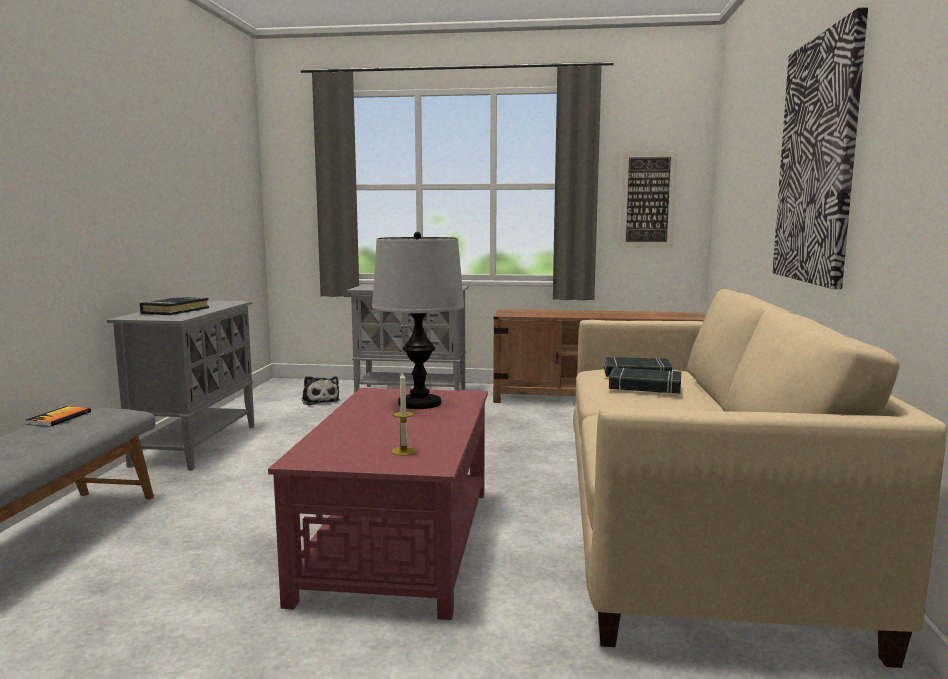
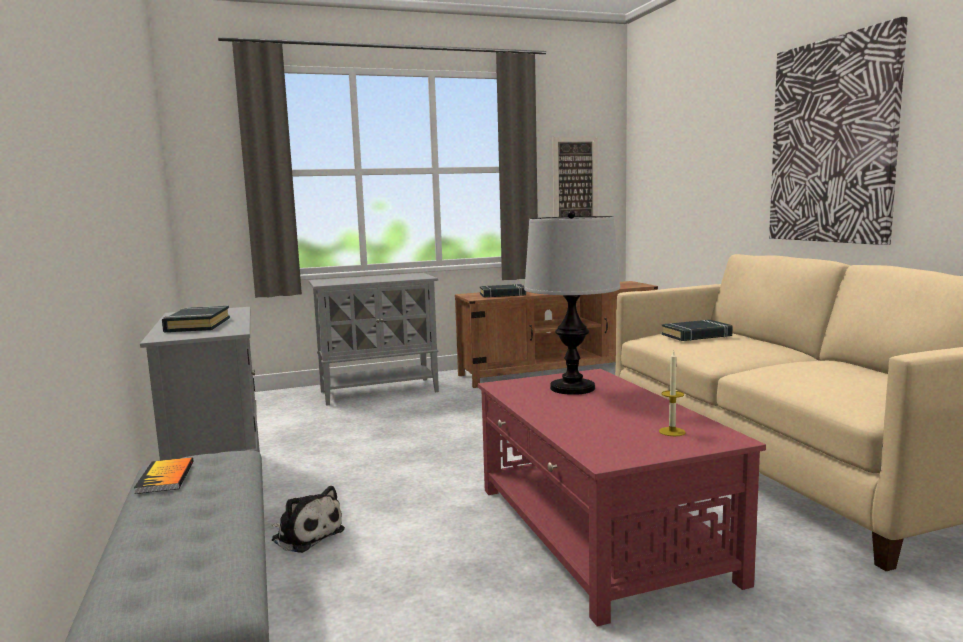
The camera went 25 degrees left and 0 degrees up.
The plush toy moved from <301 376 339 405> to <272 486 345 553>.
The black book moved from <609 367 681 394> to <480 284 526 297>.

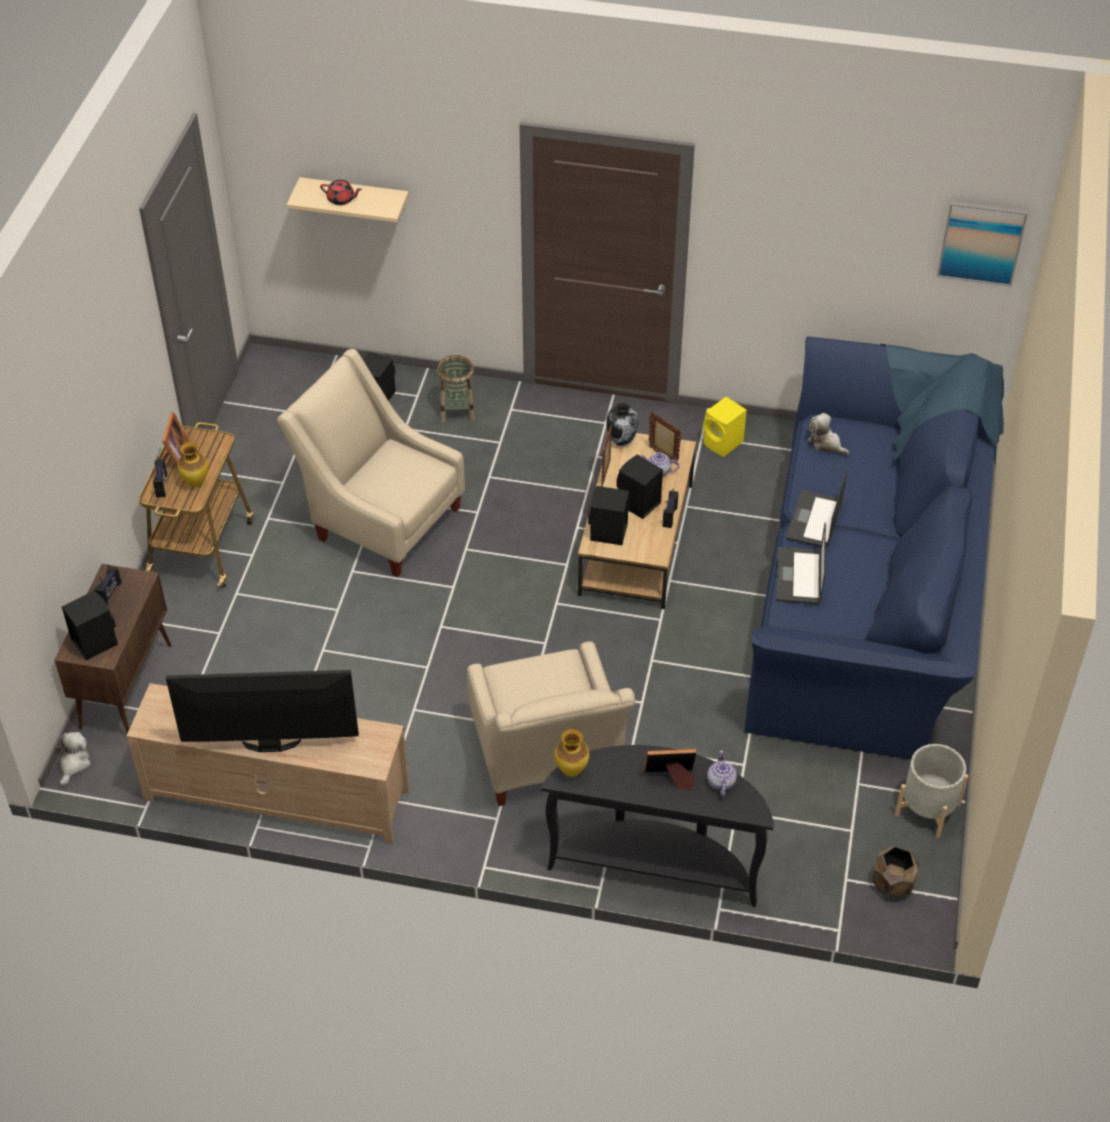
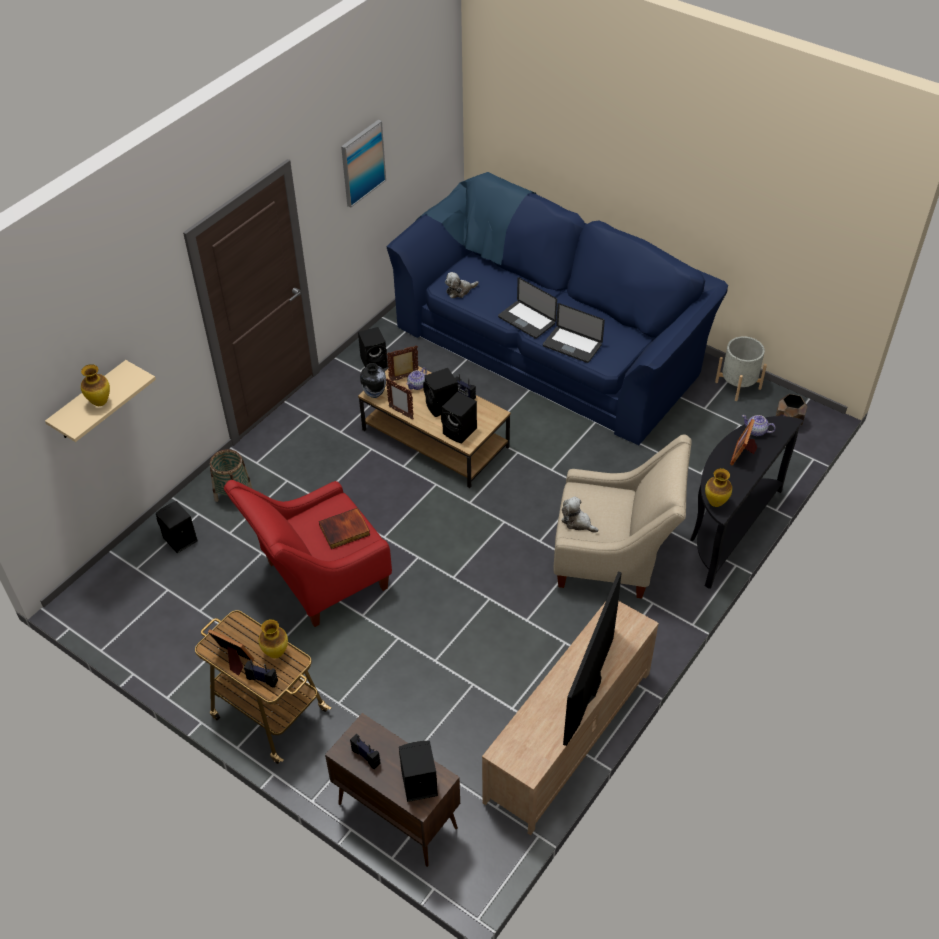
The camera went 65 degrees left and 0 degrees up.
The red teapot at <320 180 362 205> was replaced by the vase at <81 364 110 406>.
The beige armchair at <277 349 465 577> became the red armchair at <224 480 392 627>.
The book at <319 508 370 549> appeared.
The picture moved from <937 201 1028 287> to <341 120 386 208>.
The yellow speaker at <703 397 747 457> became the black speaker at <358 327 388 369>.
The plush toy moved from <56 732 91 786> to <561 496 598 533>.

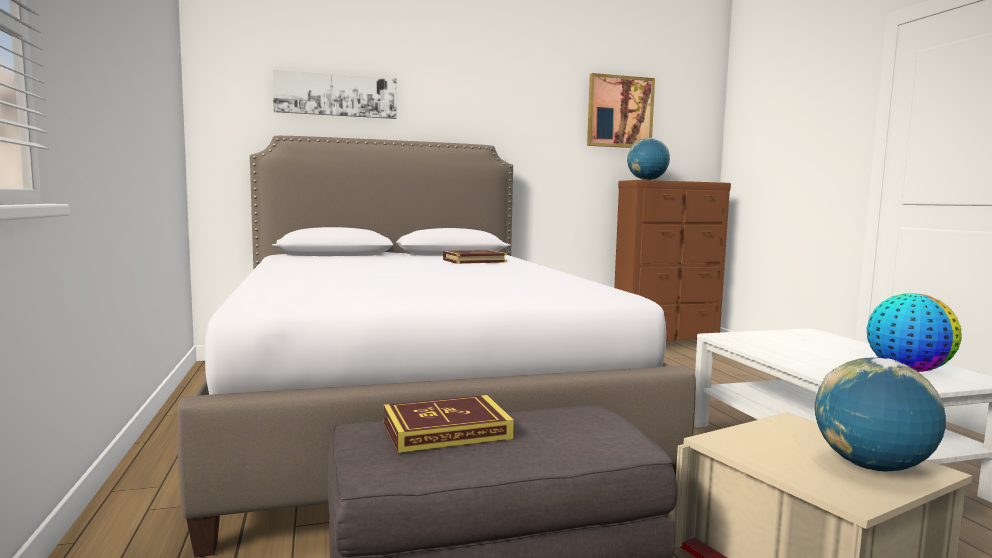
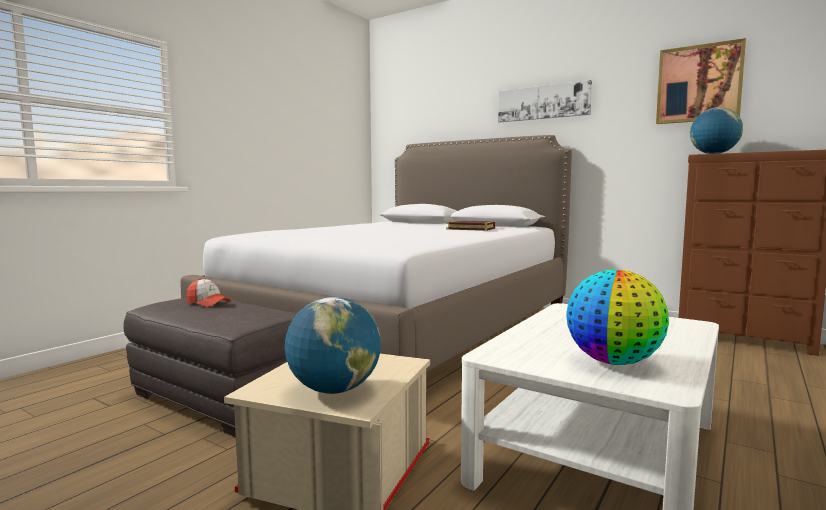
The camera went 50 degrees right and 0 degrees up.
The book at <384 395 514 453> was replaced by the cap at <186 278 231 307>.
The picture moved from <273 69 396 119> to <498 80 592 122>.

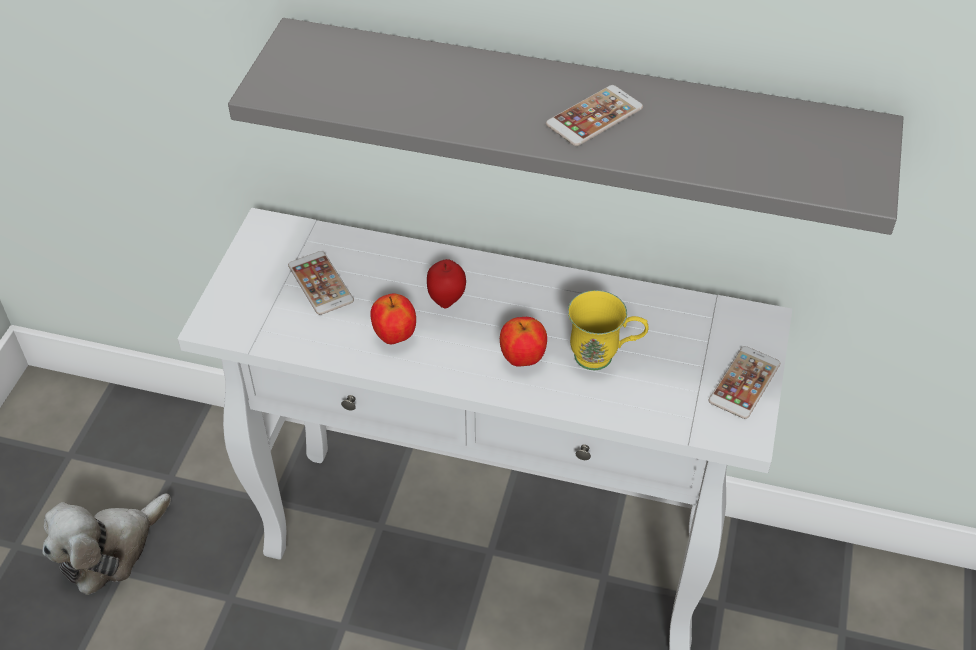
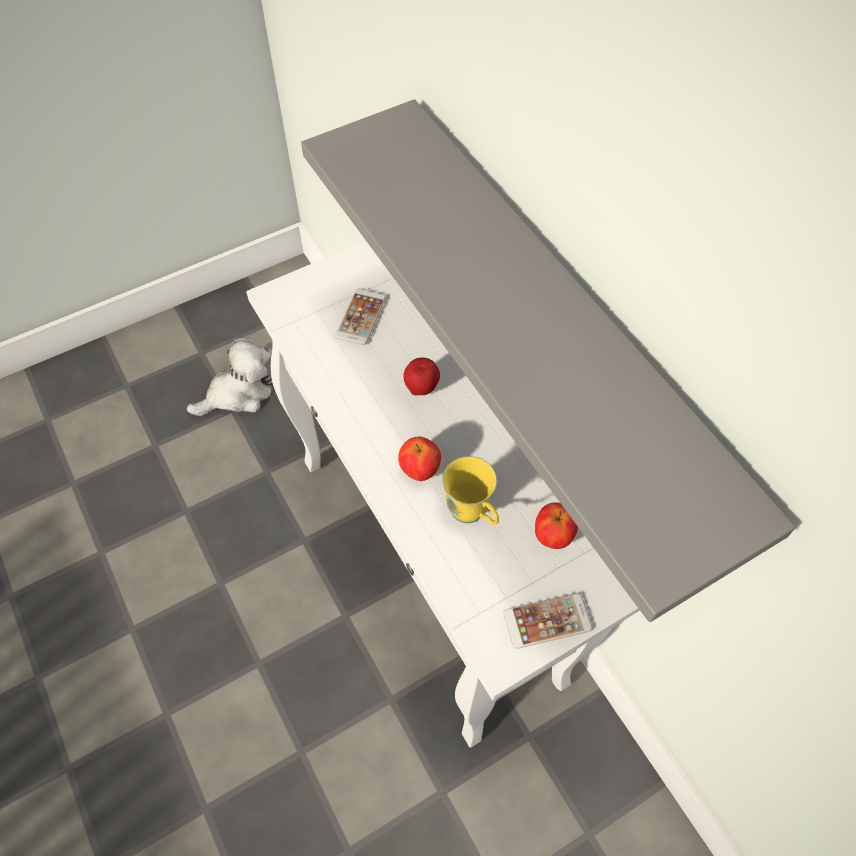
The camera went 45 degrees right and 10 degrees up.
The plush toy at <42 493 171 595> turned 150 degrees clockwise.
The apple moved from <370 293 416 344> to <535 502 578 549>.
The phone at <546 85 643 146> disappeared.

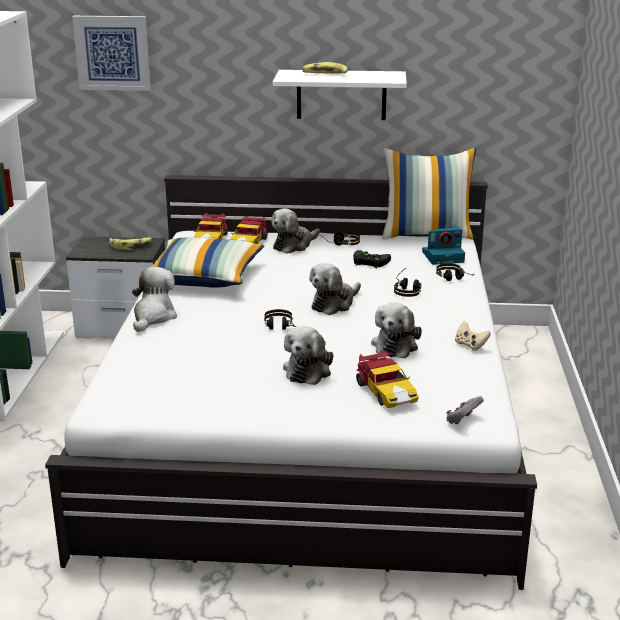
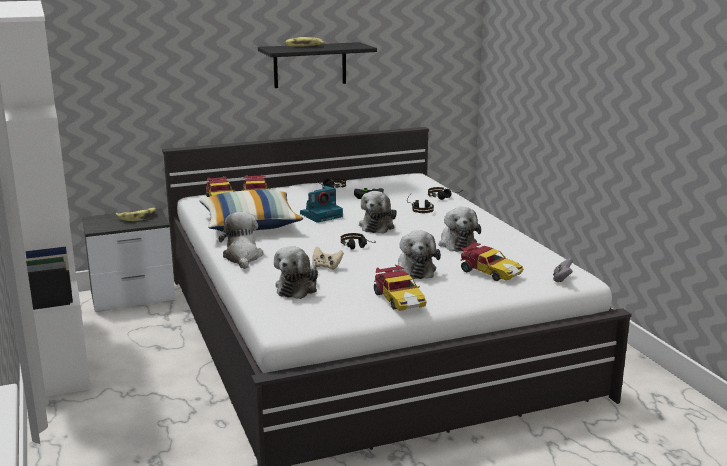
The camera went 25 degrees left and 5 degrees down.
The white shelf at <273 70 407 120> became the black shelf at <258 42 377 88>.
The plush toy moved from <271 209 320 254> to <274 246 318 299>.
The photo camera moved from <422 225 465 265> to <300 186 343 223>.
The beige game controller moved from <455 321 491 351> to <313 246 344 270>.
The toy car at <374 265 427 311> appeared.
The picture at <72 16 151 91> disappeared.
The pillow at <383 148 476 240> disappeared.

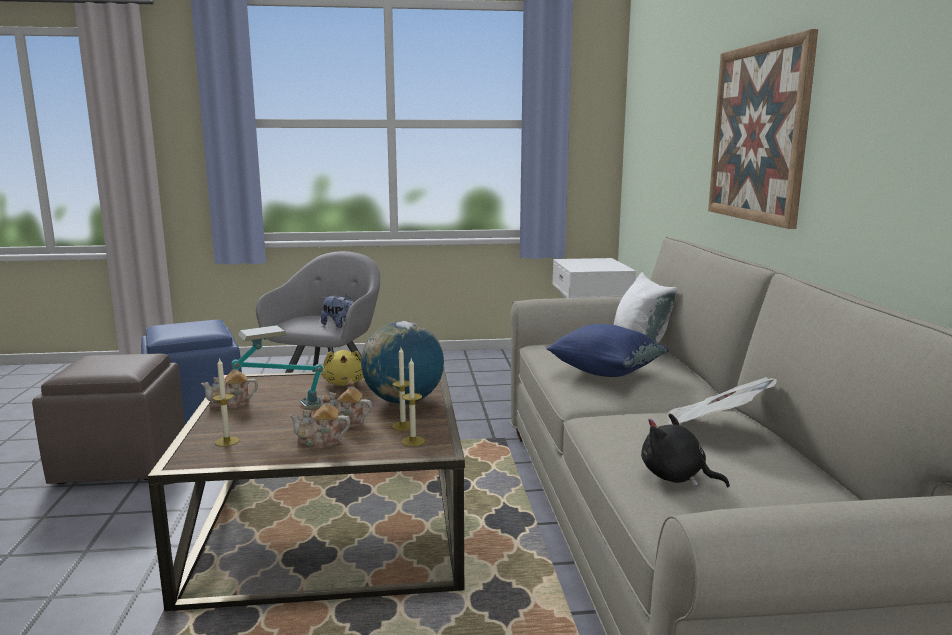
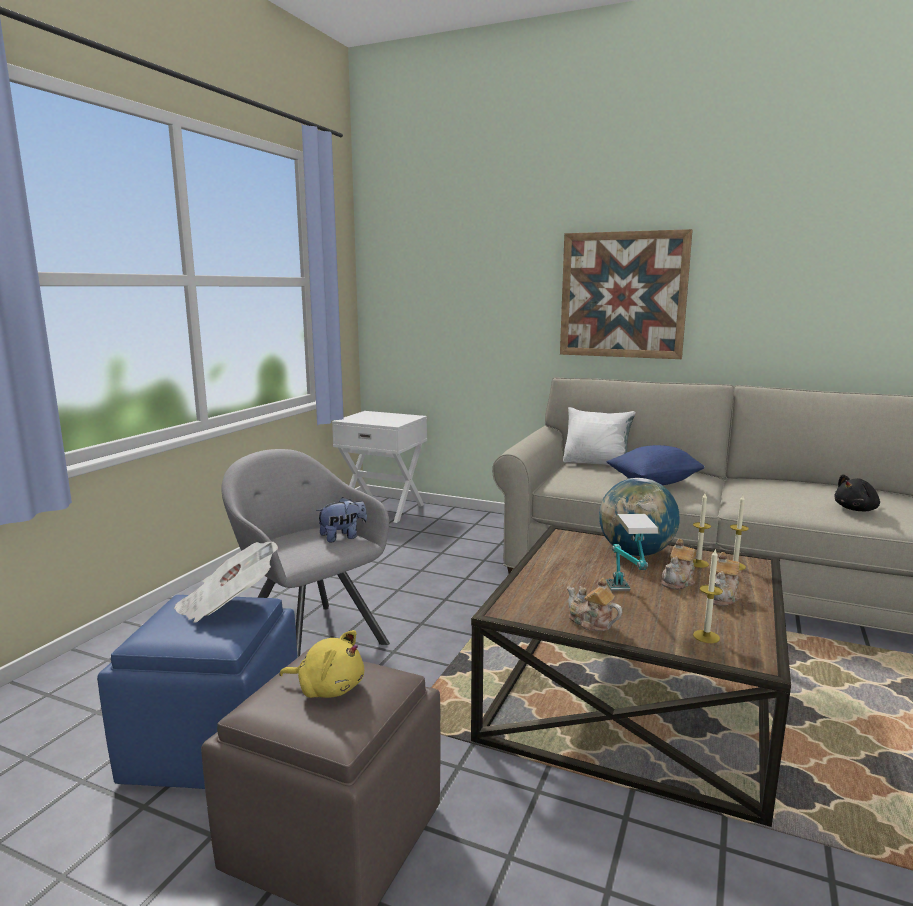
The camera went 60 degrees left and 0 degrees up.
The newspaper moved from <667 377 777 425> to <174 542 278 623>.
The yellow plush toy moved from <322 350 364 386> to <280 630 364 698>.
The teapot at <201 366 258 408> turned 120 degrees clockwise.

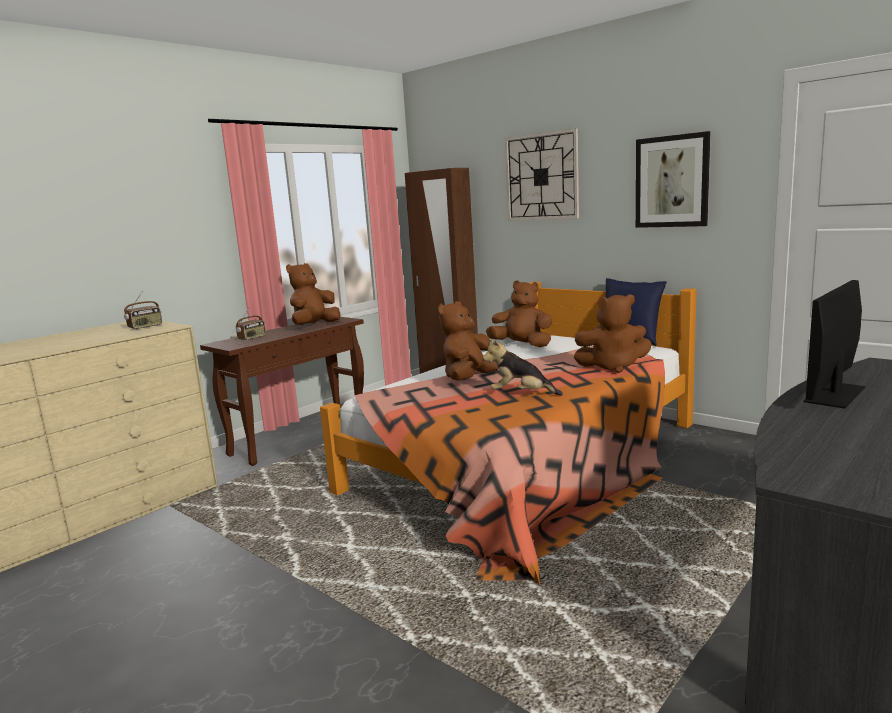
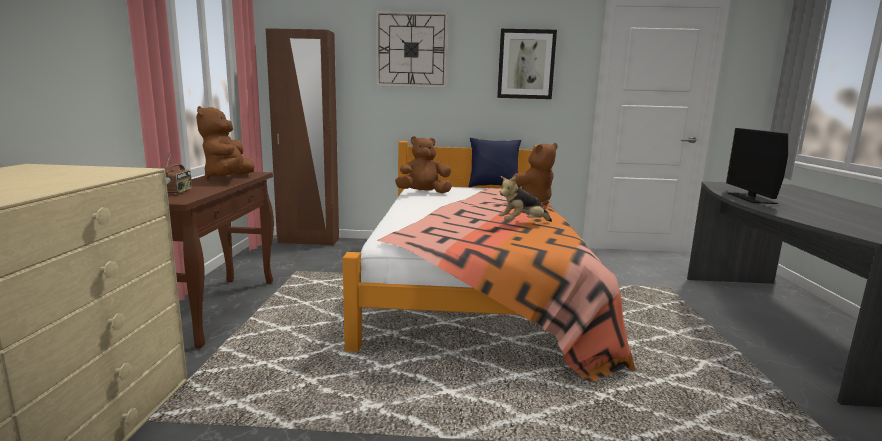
The camera went 40 degrees left and 0 degrees up.
The radio at <124 291 162 329> disappeared.
The brown plush toy at <438 301 498 380> disappeared.

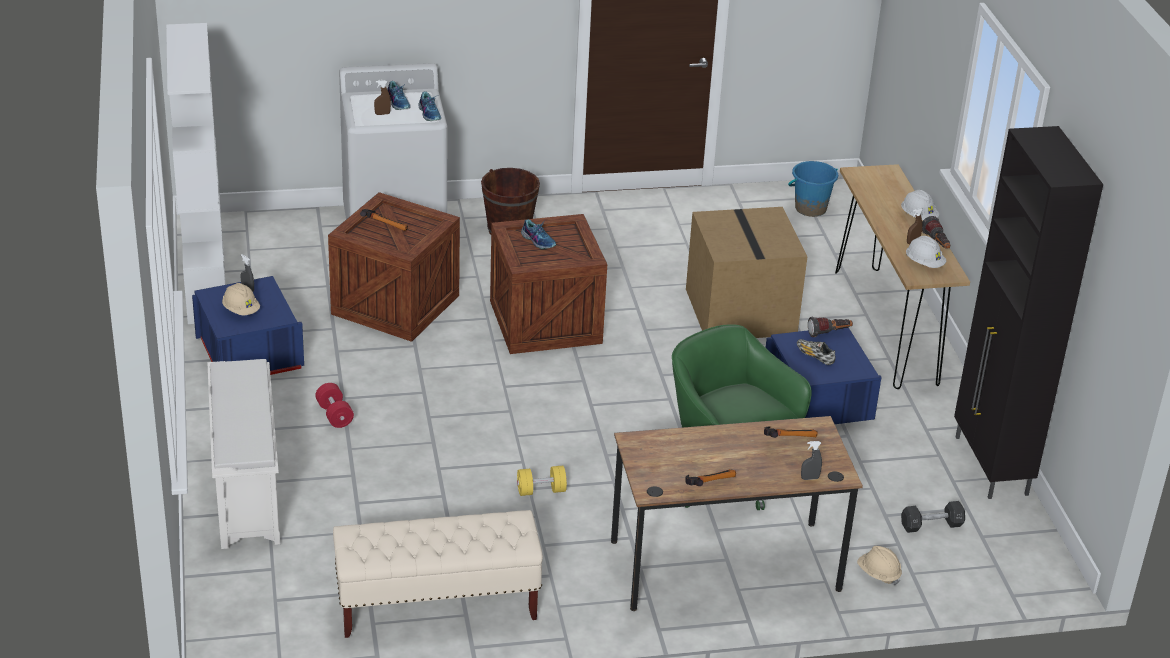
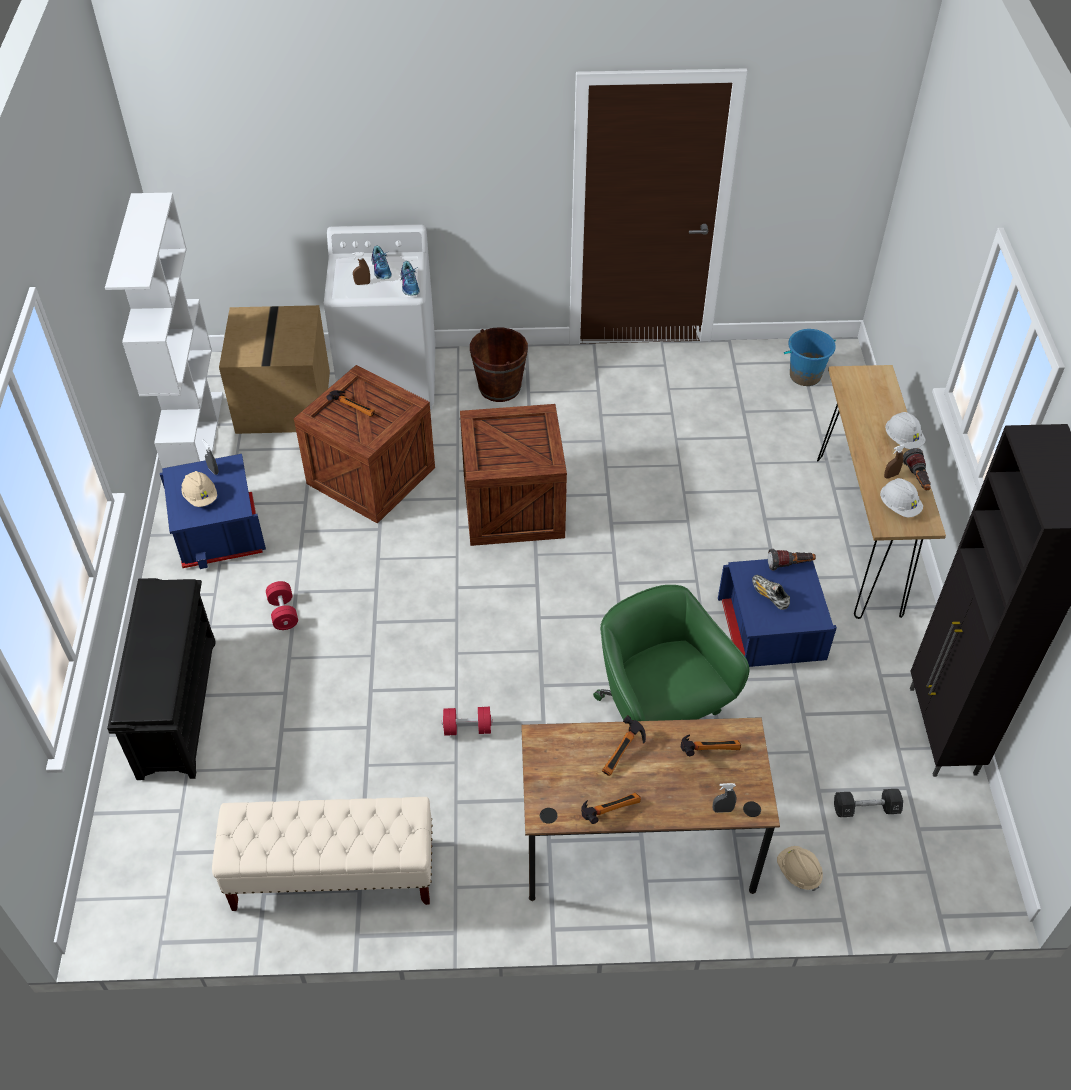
The camera went 10 degrees right and 15 degrees up.
The white shoe rack at <207 359 280 549> became the black shoe rack at <107 578 216 780>.
The cardboard box moved from <686 207 808 338> to <219 305 330 434>.
The yellow dumbbell at <517 466 567 496> became the red dumbbell at <442 707 492 736>.
The hammer at <602 715 646 776> appeared.
The shoe at <521 219 556 249> disappeared.

